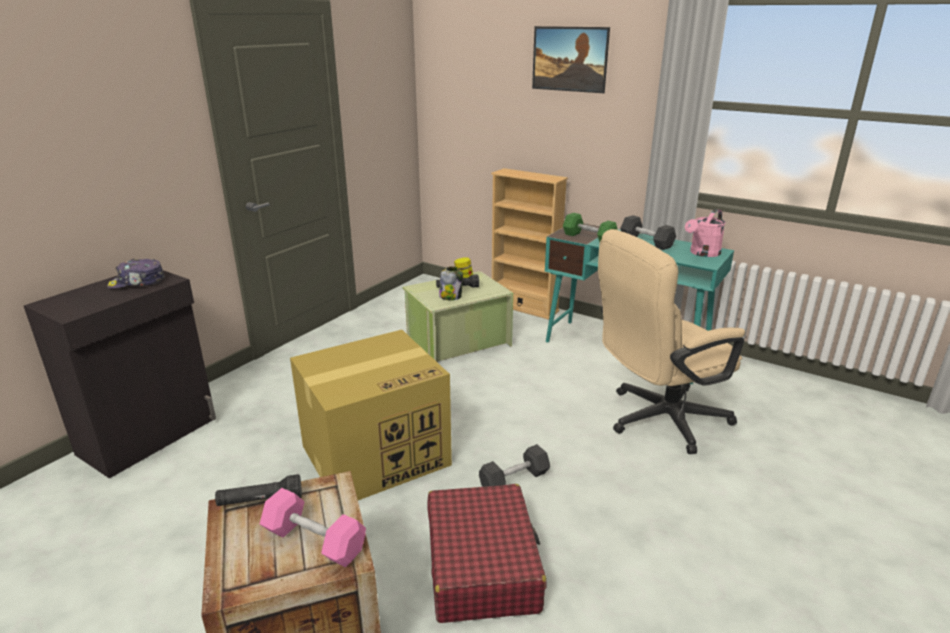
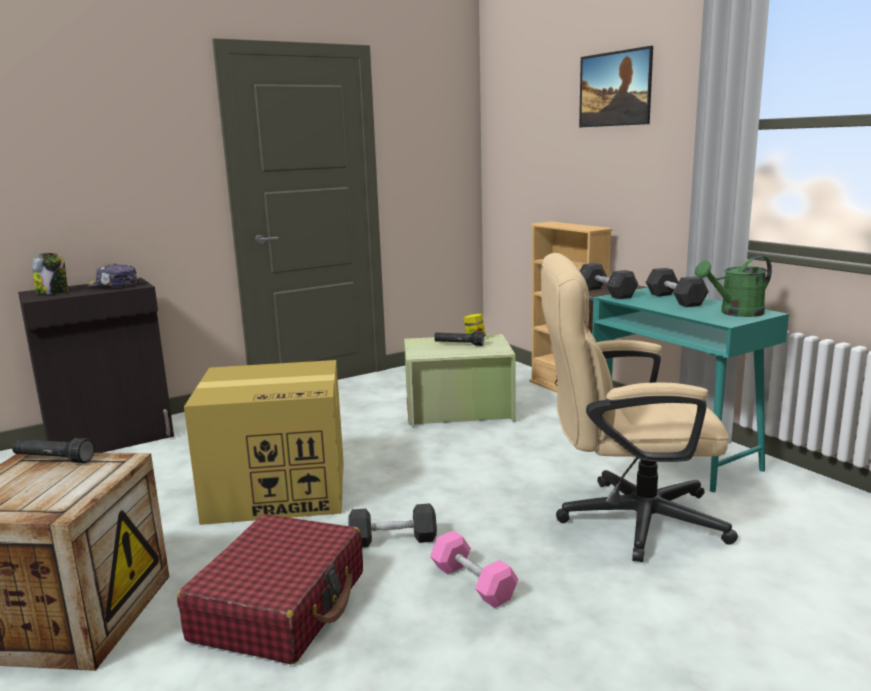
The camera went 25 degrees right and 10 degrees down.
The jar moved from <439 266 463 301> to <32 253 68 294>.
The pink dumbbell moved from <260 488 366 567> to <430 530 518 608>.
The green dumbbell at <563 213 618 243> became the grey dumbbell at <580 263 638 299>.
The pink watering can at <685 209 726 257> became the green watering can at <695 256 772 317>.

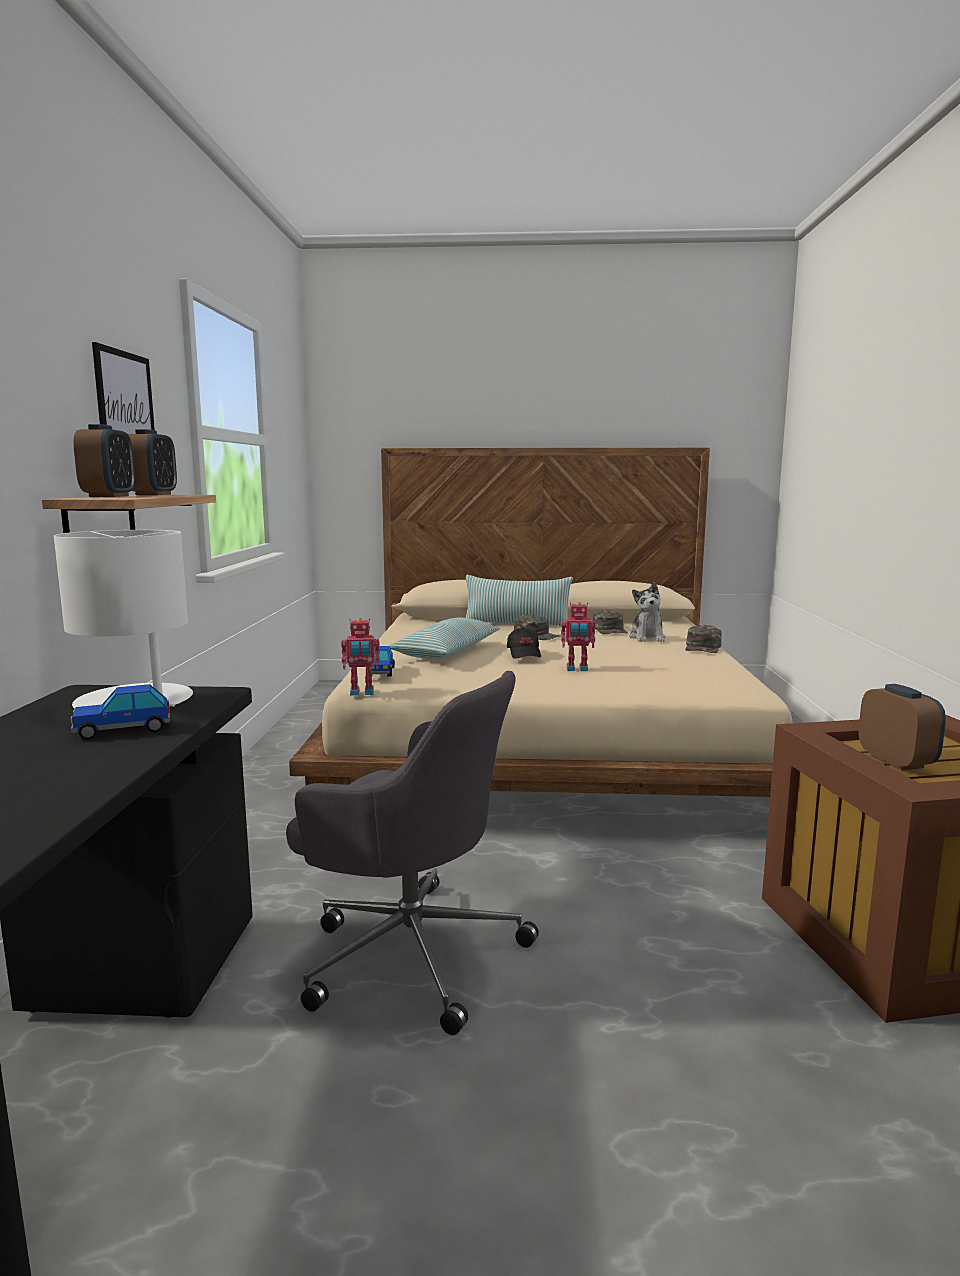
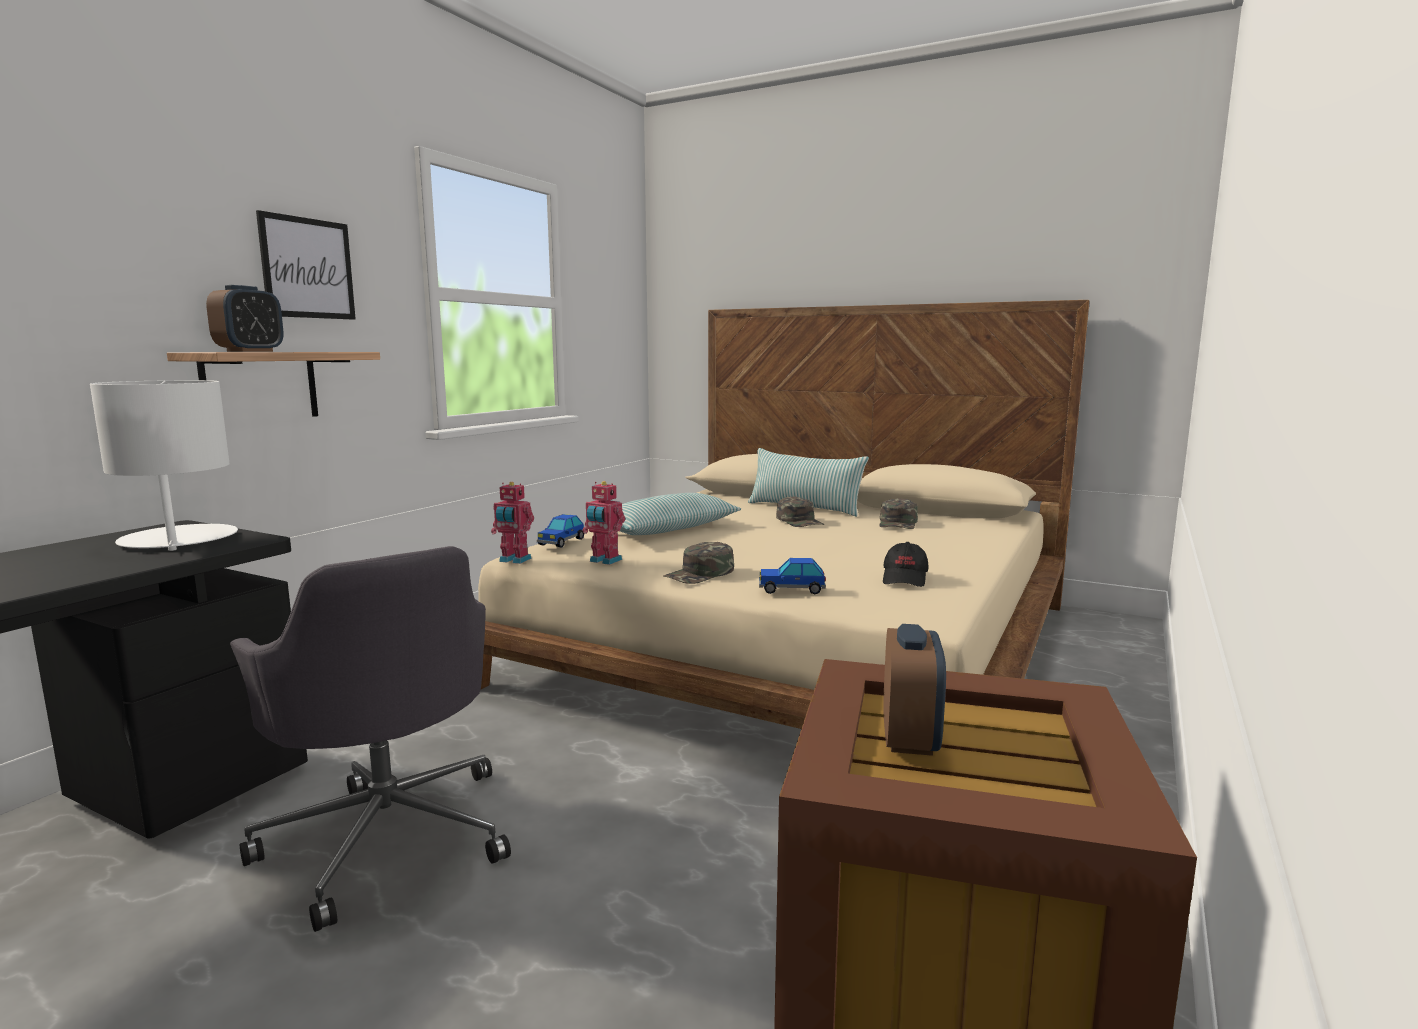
The camera went 25 degrees right and 0 degrees up.
The toy robot moved from <561 602 596 671> to <583 481 625 565>.
The green cap moved from <685 625 722 653> to <663 542 734 584>.
The toy car moved from <71 684 170 740> to <759 558 826 594>.
The black cap moved from <507 627 541 659> to <883 542 928 587>.
The alarm clock at <128 429 177 495> disappeared.
The plush toy at <629 582 665 642> disappeared.

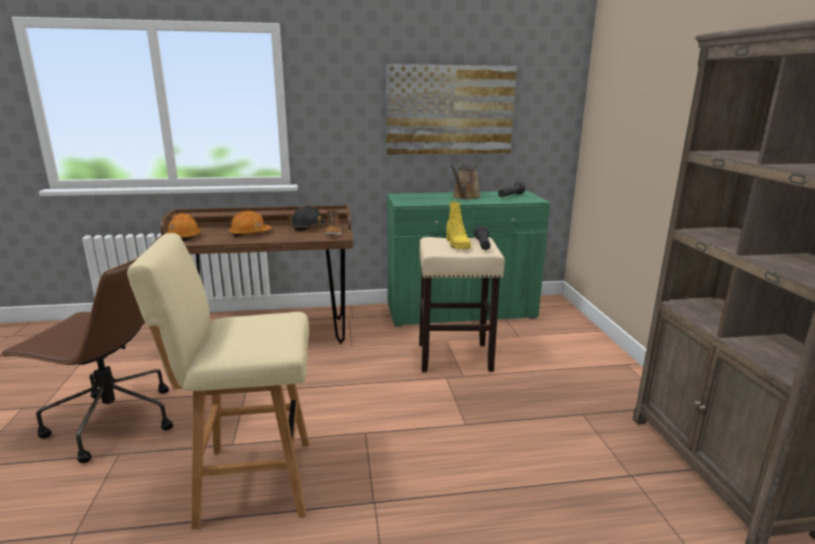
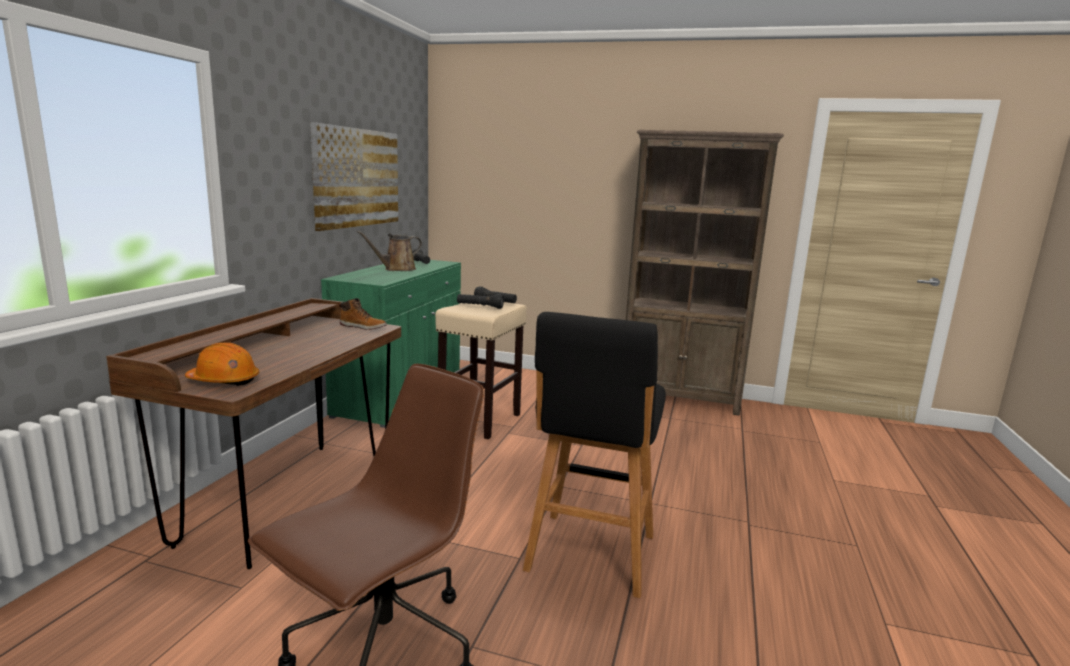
The camera went 65 degrees left and 5 degrees down.
The brown watering can at <450 164 481 200> turned 90 degrees clockwise.
The yellow boot at <446 202 471 249> was replaced by the black flashlight at <457 294 504 309>.
The beige stool at <127 233 309 530> became the black stool at <523 312 666 598>.
The orange hard hat at <229 211 272 237> disappeared.
The black hard hat at <290 205 327 231> disappeared.

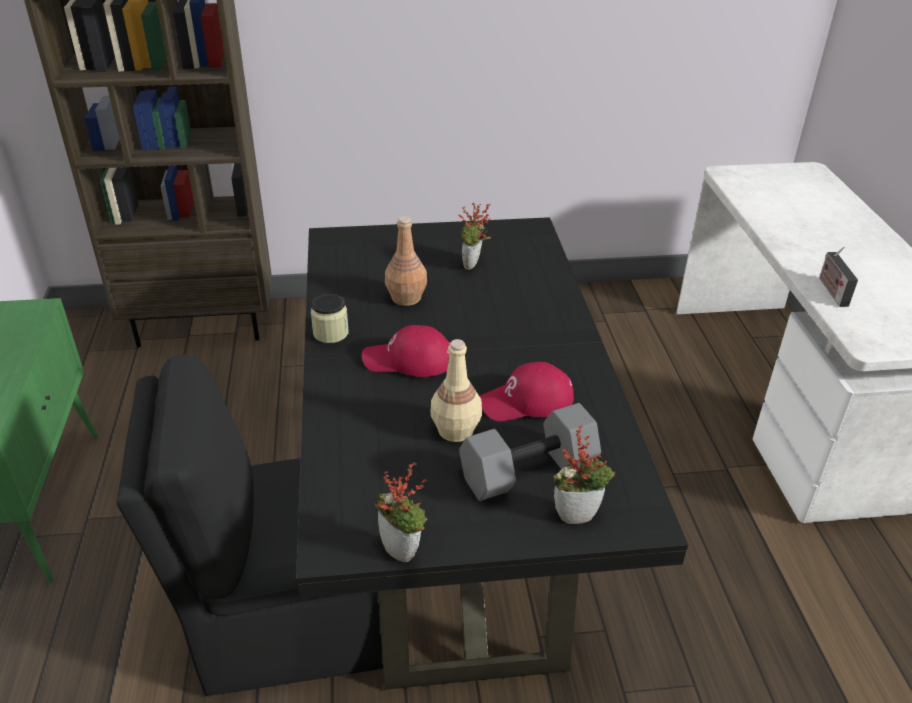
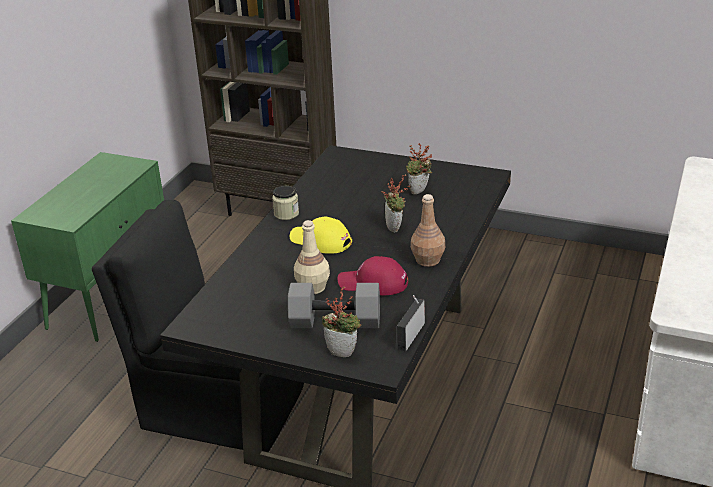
The camera went 30 degrees right and 5 degrees down.
The red cap at <362 325 450 377> became the yellow cap at <290 217 352 254>.
The potted plant moved from <375 462 427 562> to <381 174 410 232>.
The radio moved from <819 246 858 307> to <397 295 425 351>.
The brown bottle moved from <385 216 427 306> to <411 194 445 267>.

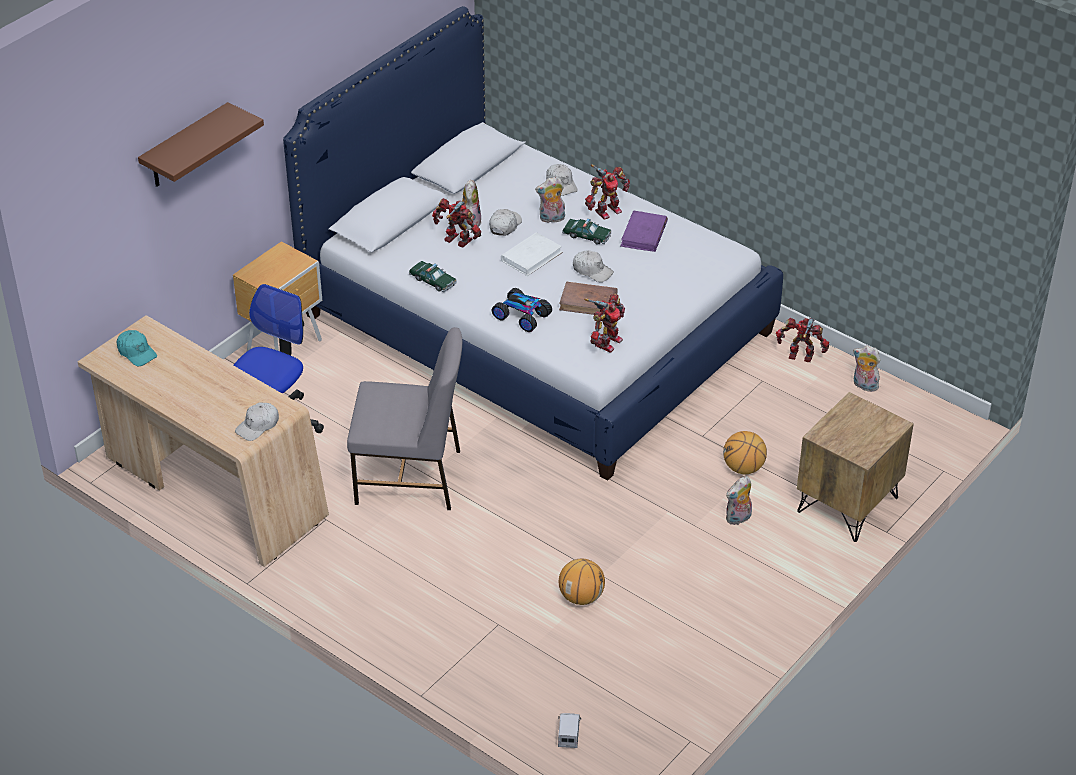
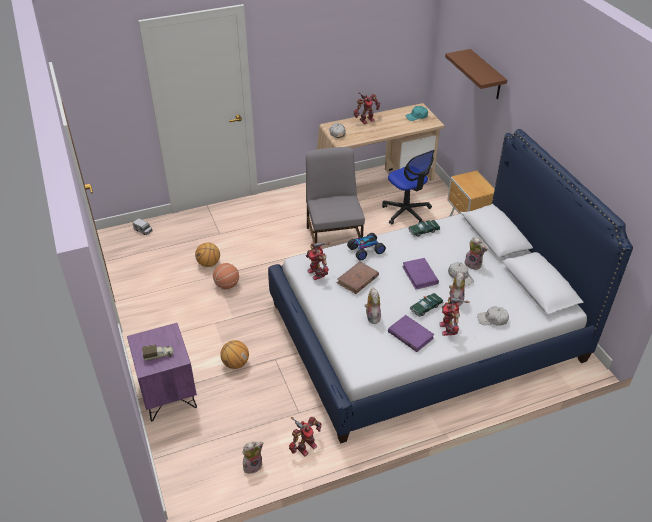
The camera went 120 degrees right and 0 degrees up.
The brown nightstand at <797 392 914 542> became the purple nightstand at <127 323 197 421>.
The toy truck at <142 344 174 361> appeared.
The basketball at <213 263 239 289> appeared.
The grey chair at <347 327 462 510> turned 135 degrees clockwise.
The toy robot moved from <432 198 481 247> to <354 92 380 124>.
The plush toy moved from <726 476 752 526> to <364 287 381 324>.
The white book at <501 232 563 276> became the purple book at <402 258 439 290>.
The white cap at <573 250 614 282> disappeared.

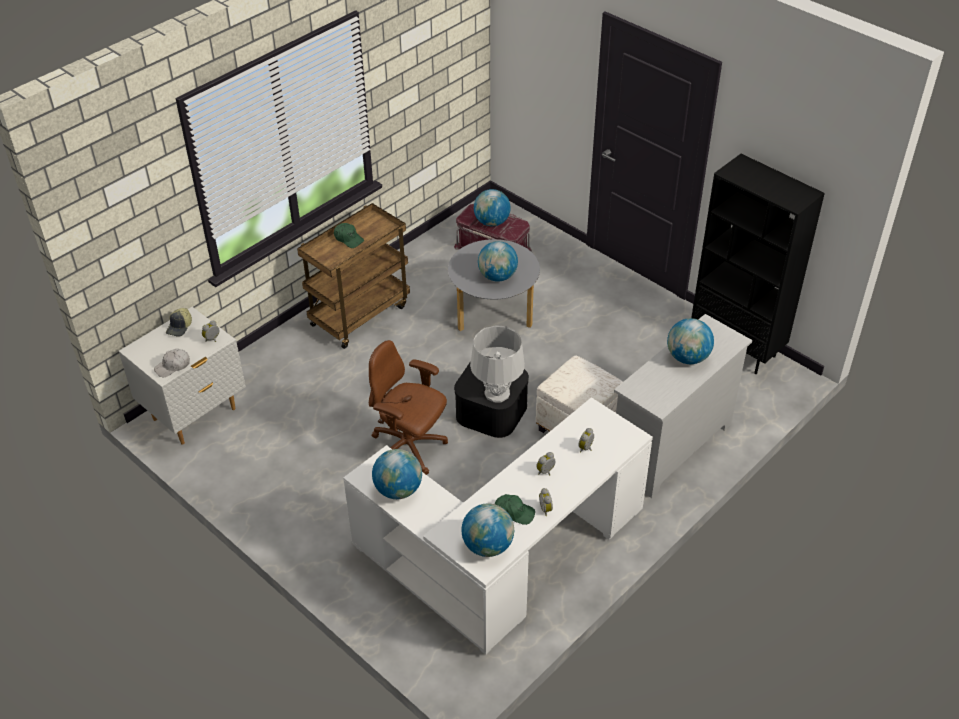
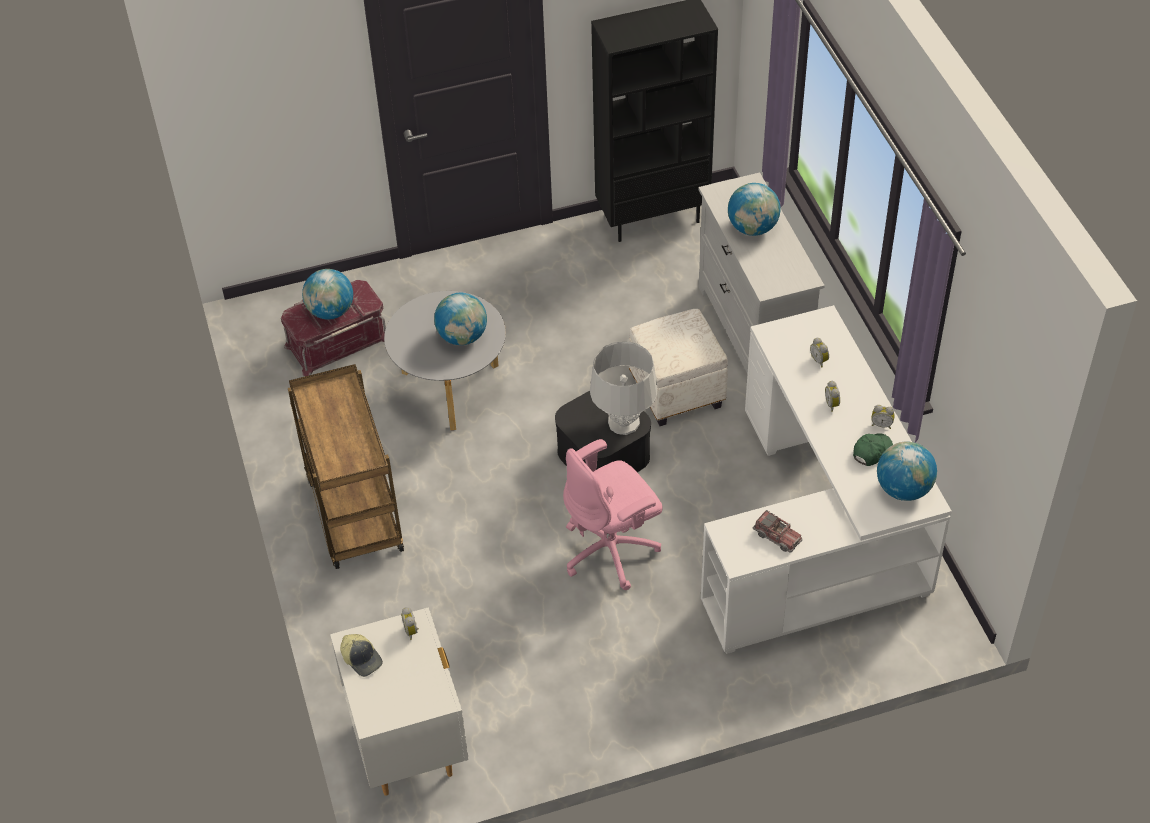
The camera went 60 degrees left and 5 degrees up.
The brown office chair at <369 340 448 475> became the pink office chair at <563 439 663 590>.
The globe at <372 449 422 499> was replaced by the toy truck at <752 510 802 553>.
The white cap at <154 349 190 377> disappeared.
The green cap at <334 223 364 248> disappeared.

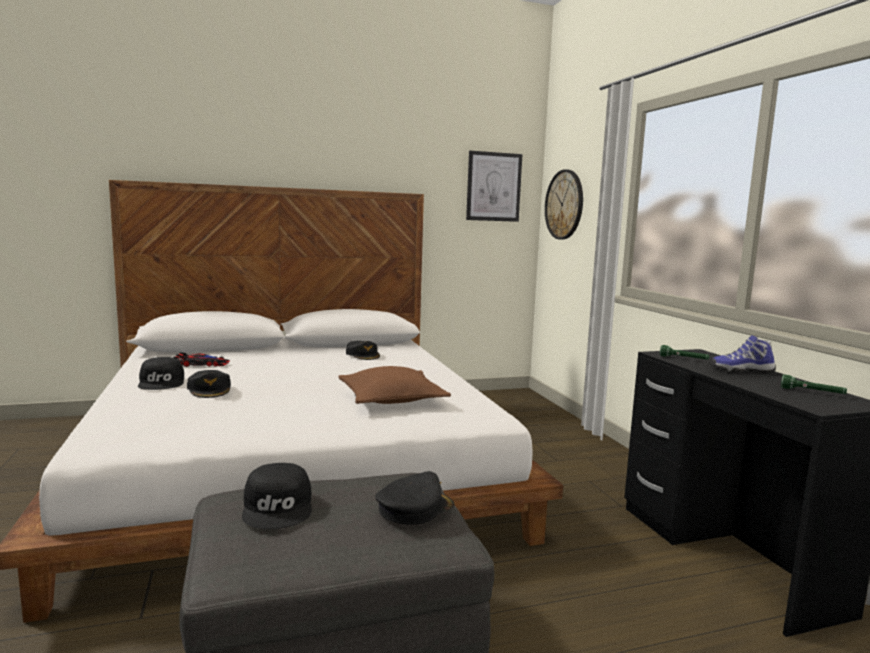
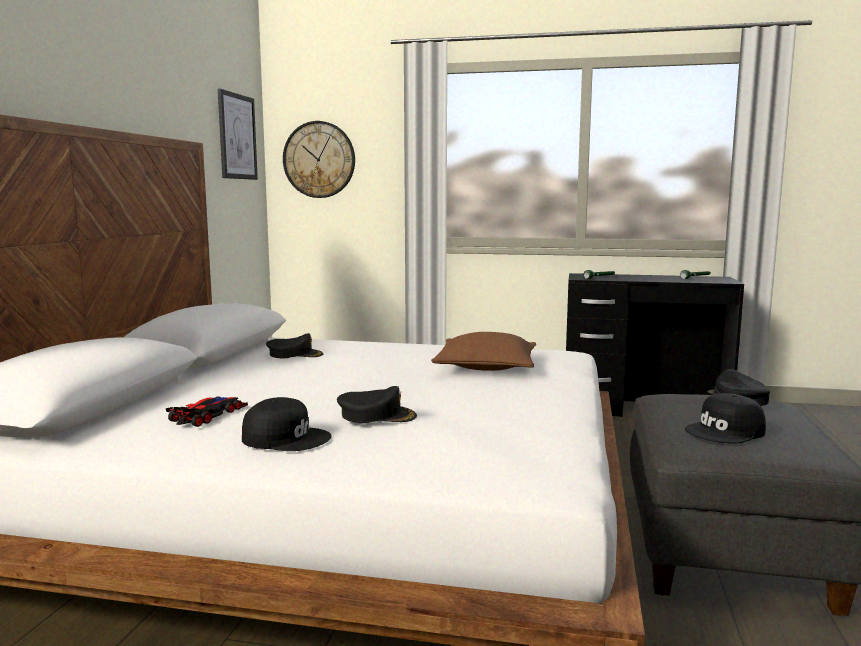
The camera went 60 degrees left and 0 degrees up.
The black cap at <242 463 312 529> turned 135 degrees clockwise.
The shoe at <710 335 776 373> disappeared.

